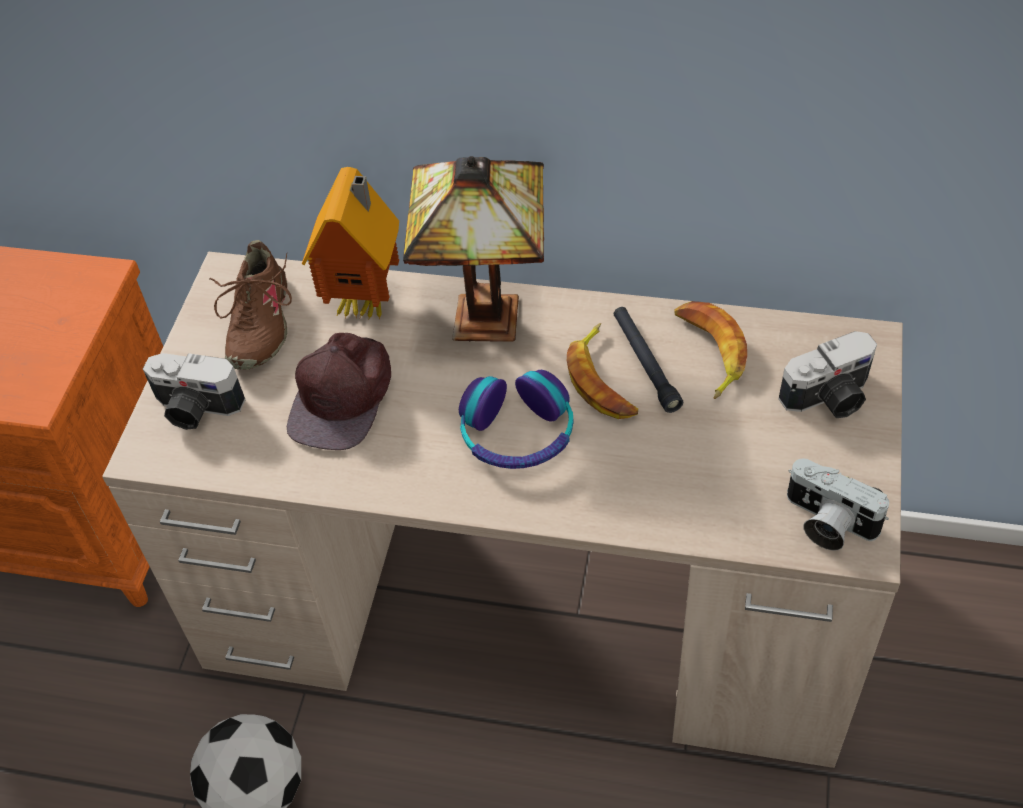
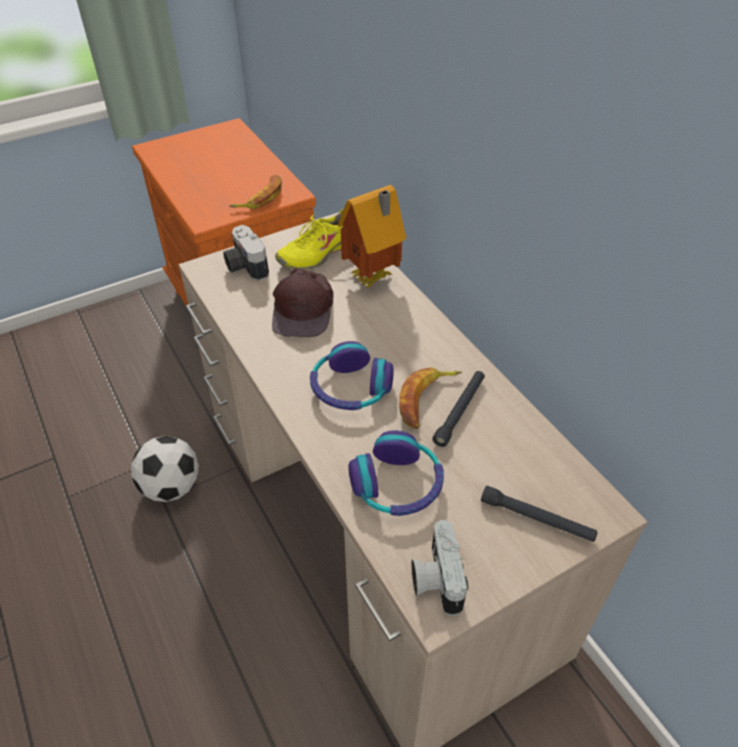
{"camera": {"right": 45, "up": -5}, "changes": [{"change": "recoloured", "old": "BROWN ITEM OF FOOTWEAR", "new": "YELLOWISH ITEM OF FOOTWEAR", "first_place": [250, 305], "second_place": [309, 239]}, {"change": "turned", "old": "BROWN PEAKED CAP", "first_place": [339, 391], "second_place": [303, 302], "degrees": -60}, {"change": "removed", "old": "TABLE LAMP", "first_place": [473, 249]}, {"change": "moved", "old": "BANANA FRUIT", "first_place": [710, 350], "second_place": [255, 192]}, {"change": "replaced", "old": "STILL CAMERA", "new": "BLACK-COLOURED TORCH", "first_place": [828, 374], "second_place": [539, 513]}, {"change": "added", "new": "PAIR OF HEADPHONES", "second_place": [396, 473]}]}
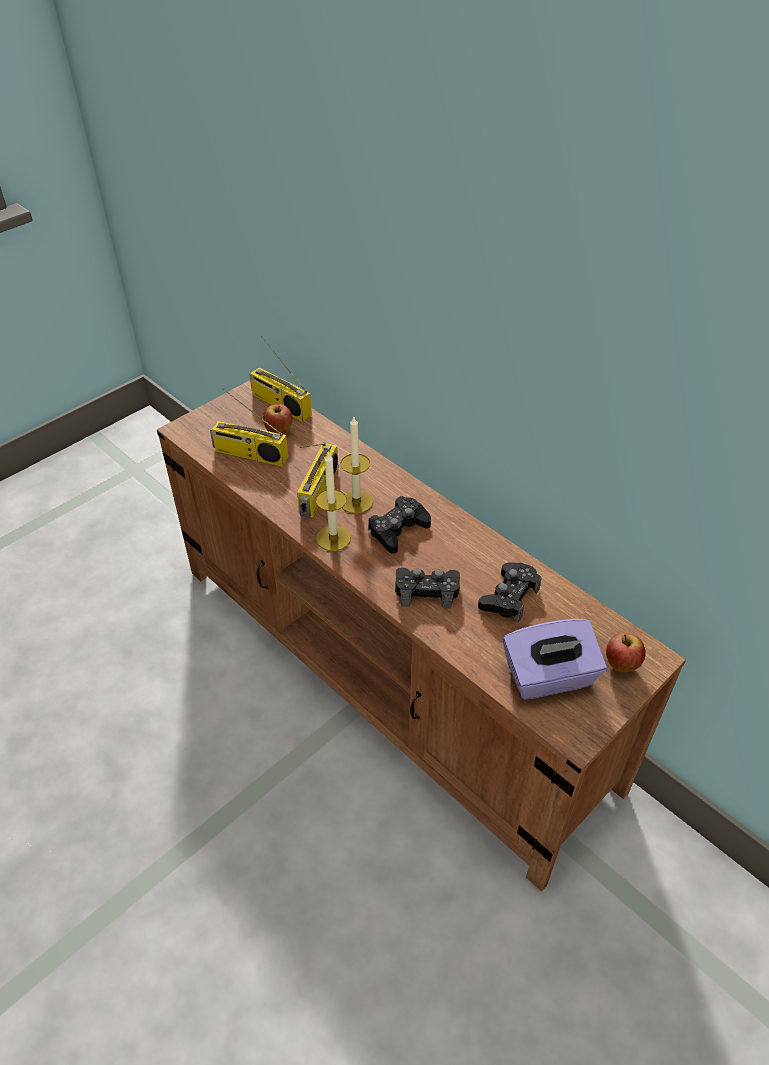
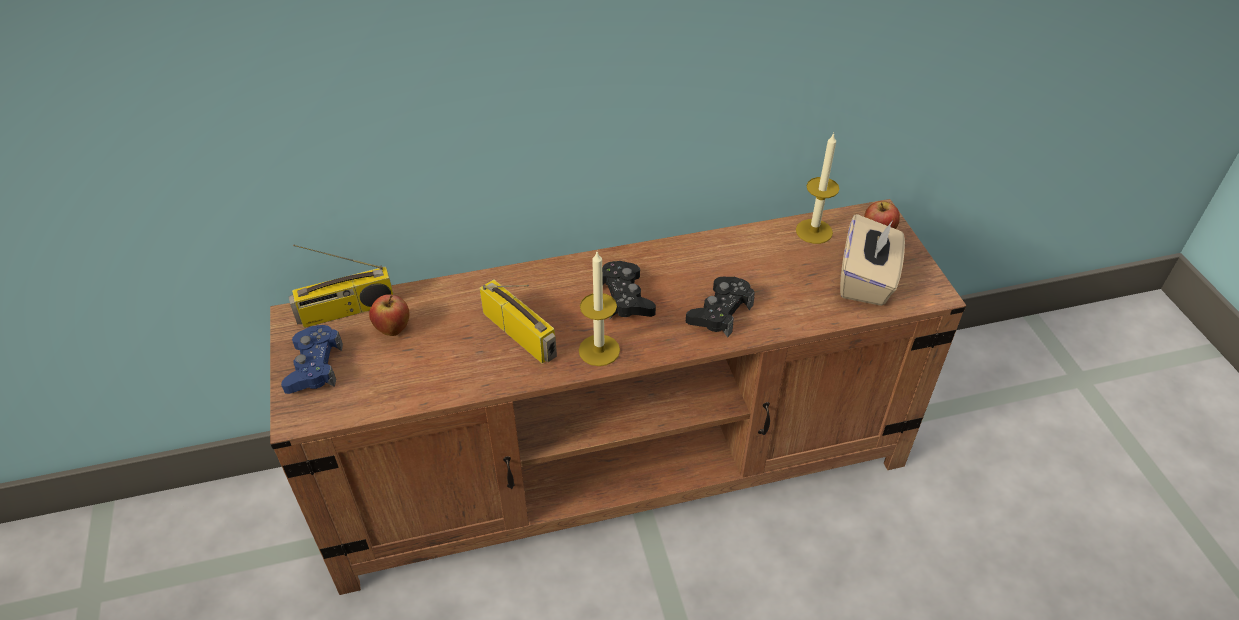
{"camera": {"right": -60, "up": 0}, "changes": [{"change": "removed", "old": "RADIO SET", "first_place": [249, 427]}, {"change": "moved", "old": "WAX LIGHT", "first_place": [356, 465], "second_place": [817, 188]}, {"change": "removed", "old": "BLACK-COLOURED JOYPAD", "first_place": [509, 592]}, {"change": "recoloured", "old": "PURPLISH BOX OF TISSUES", "new": "BEIGE BOX OF TISSUES", "first_place": [555, 659], "second_place": [872, 260]}, {"change": "added", "new": "BLUE JOYPAD", "second_place": [312, 359]}]}
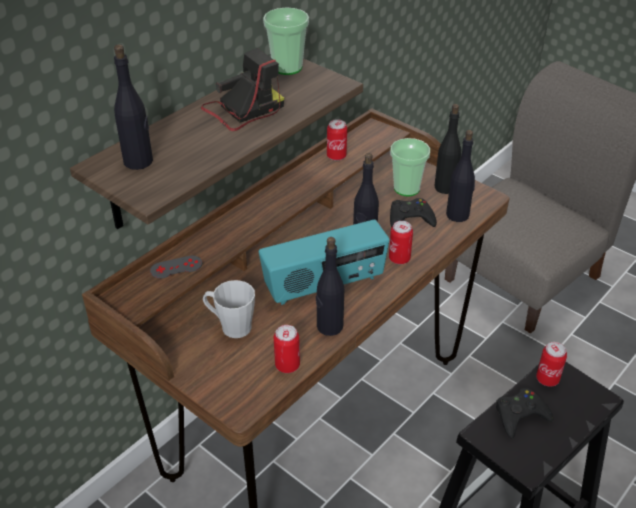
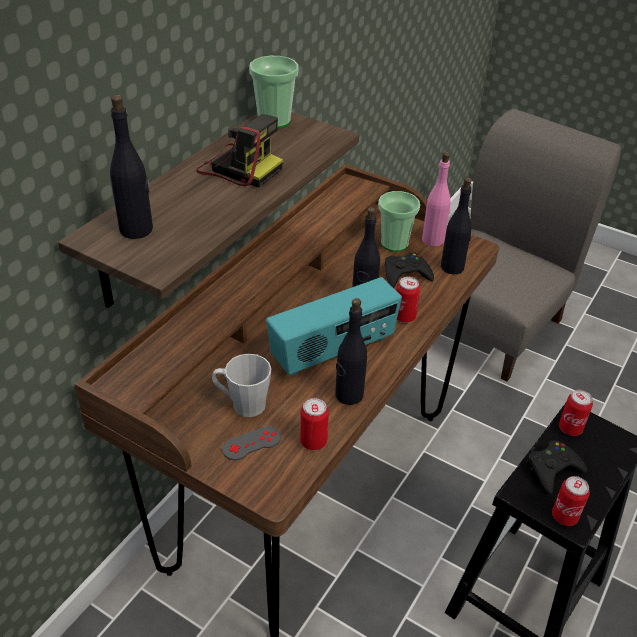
{"camera": {"right": -10, "up": 0}, "changes": [{"change": "moved", "old": "GREYISH JOYPAD", "first_place": [176, 267], "second_place": [251, 443]}, {"change": "turned", "old": "STILL CAMERA", "first_place": [242, 89], "second_place": [239, 151], "degrees": 75}, {"change": "moved", "old": "METAL CAN", "first_place": [337, 140], "second_place": [571, 501]}, {"change": "recoloured", "old": "BLACK-COLOURED DRINK BOTTLE", "new": "PINKISH DRINK BOTTLE", "first_place": [447, 149], "second_place": [436, 199]}]}
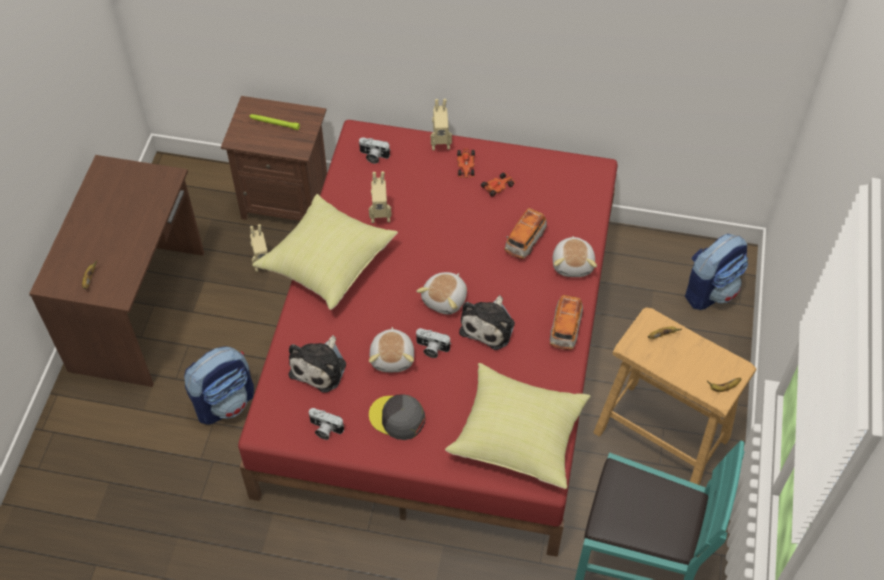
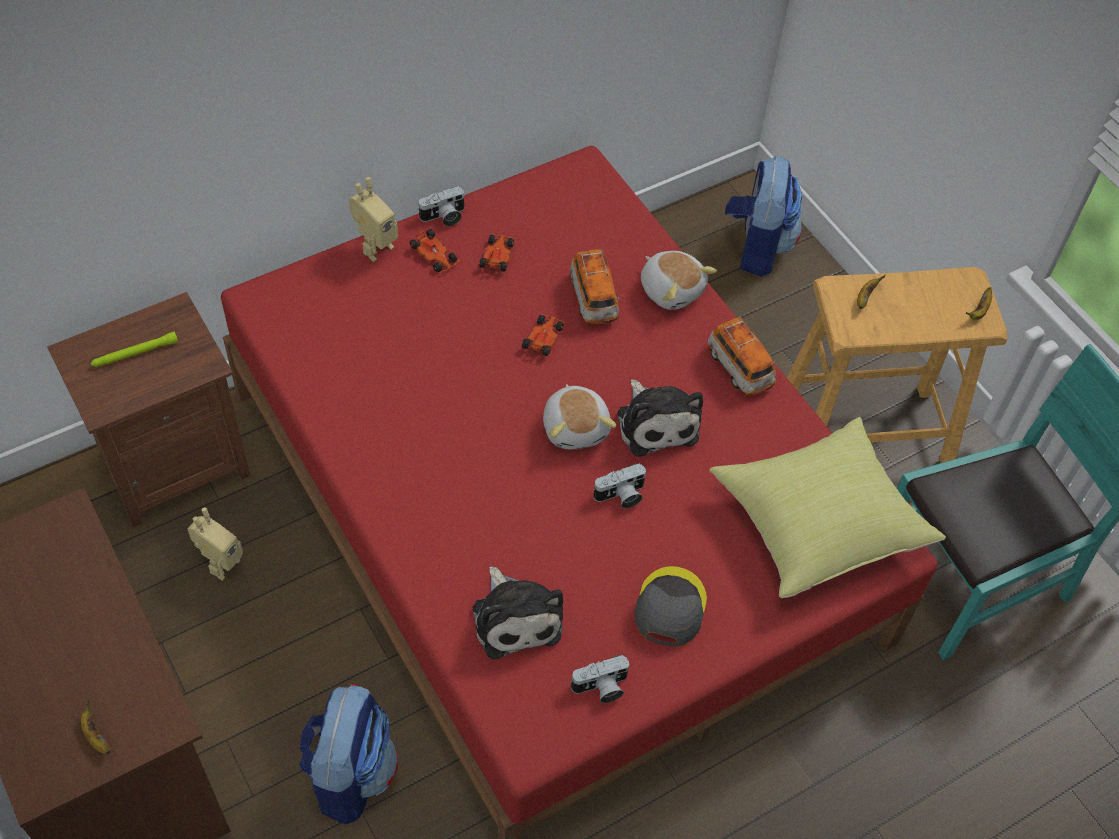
{"camera": {"right": -45, "up": 0}, "changes": [{"change": "removed", "old": "YELLOWISH CUSHION", "first_place": [325, 252]}, {"change": "moved", "old": "STILL CAMERA", "first_place": [374, 150], "second_place": [441, 206]}, {"change": "removed", "old": "TOY ROBOT", "first_place": [380, 197]}, {"change": "removed", "old": "PLUSH TOY", "first_place": [391, 349]}, {"change": "turned", "old": "GREYISH PEAKED CAP", "first_place": [397, 417], "second_place": [670, 606], "degrees": 120}, {"change": "added", "new": "MODEL CAR", "second_place": [543, 335]}]}
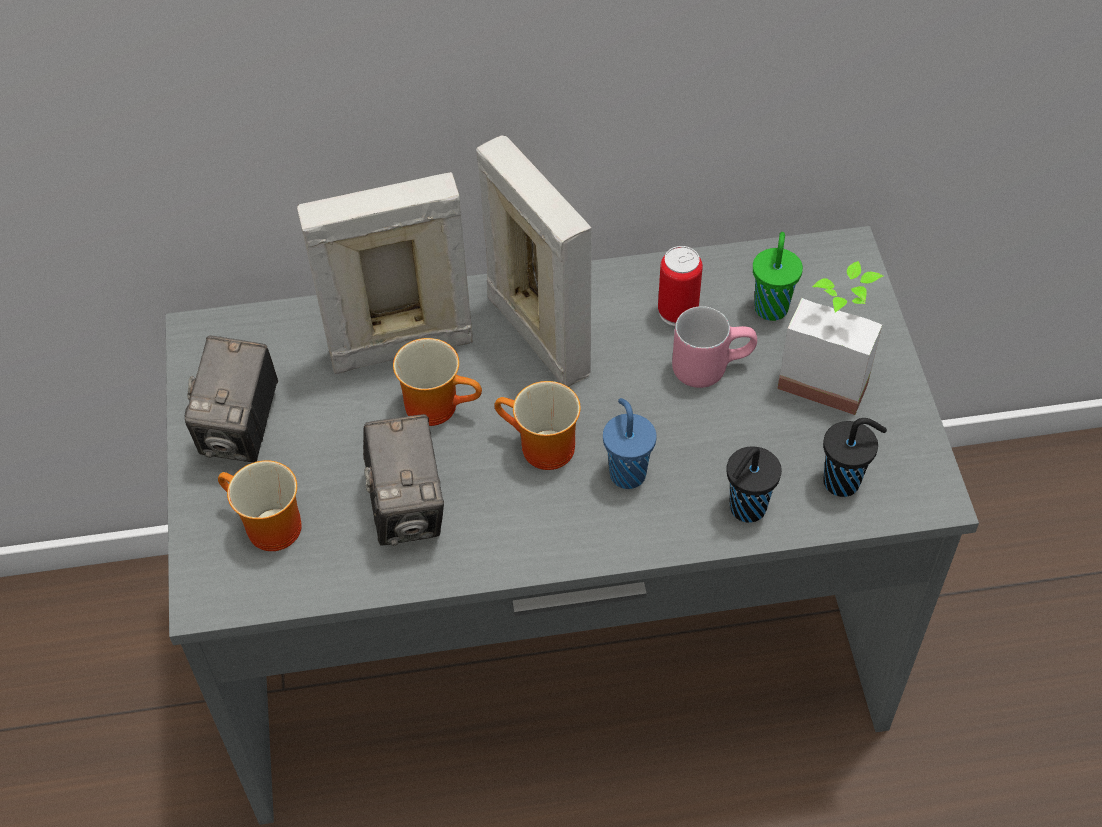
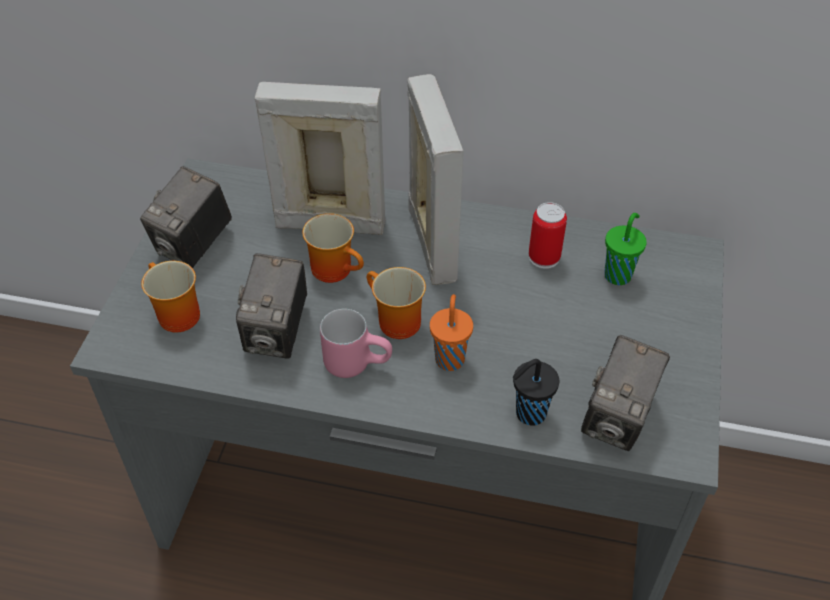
{"camera": {"right": 20, "up": -5}, "changes": [{"change": "recoloured", "old": "BLUE DRINKING CUP", "new": "ORANGE-COLOURED DRINKING CUP", "first_place": [630, 443], "second_place": [451, 332]}, {"change": "moved", "old": "PINKISH COFFEE MUG", "first_place": [714, 347], "second_place": [356, 343]}, {"change": "removed", "old": "HOUSEPLANT", "first_place": [830, 338]}, {"change": "replaced", "old": "BLACK-COLOURED DRINKING CUP", "new": "STILL CAMERA", "first_place": [855, 457], "second_place": [625, 393]}]}
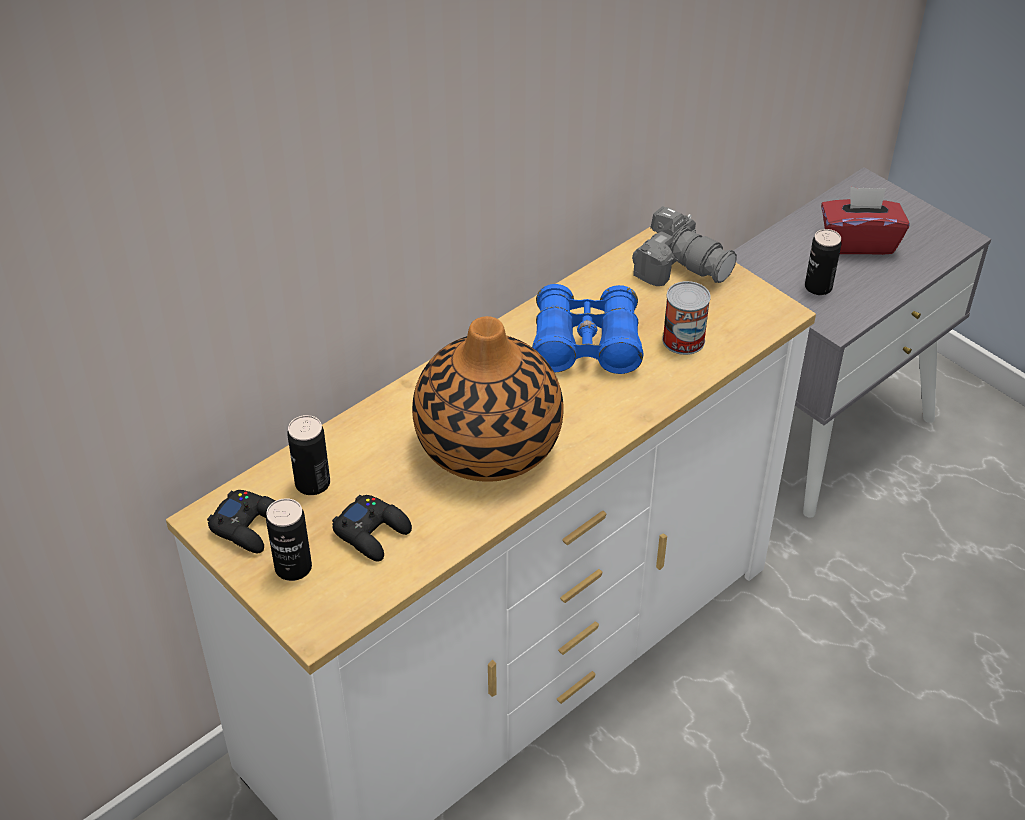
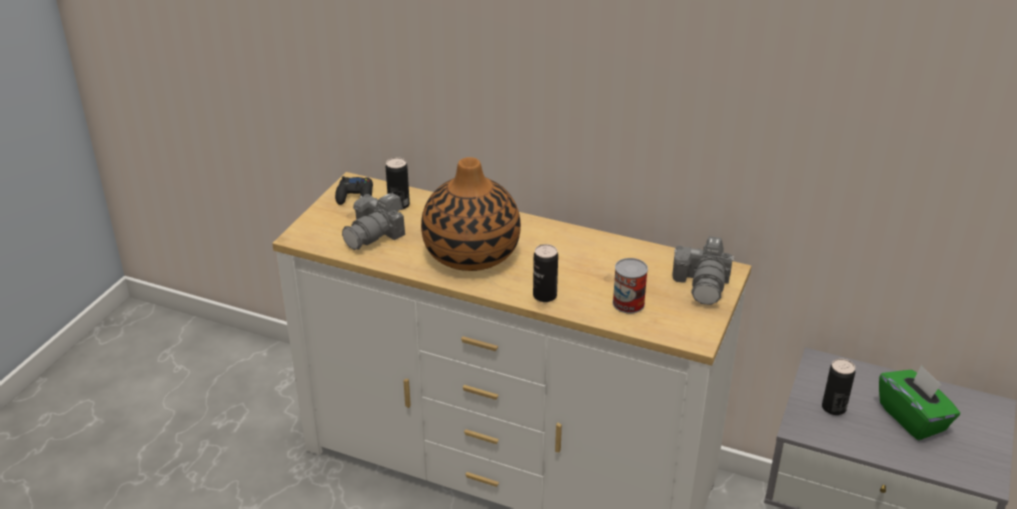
{"camera": {"right": 65, "up": -10}, "changes": [{"change": "moved", "old": "METAL CAN", "first_place": [289, 539], "second_place": [545, 273]}, {"change": "replaced", "old": "BLACK-COLOURED JOYPAD", "new": "STILL CAMERA", "first_place": [372, 528], "second_place": [373, 221]}, {"change": "removed", "old": "BLUE PAIR OF BINOCULARS", "first_place": [587, 329]}, {"change": "recoloured", "old": "RED-COLOURED BOX OF TISSUES", "new": "GREEN BOX OF TISSUES", "first_place": [865, 220], "second_place": [919, 402]}]}
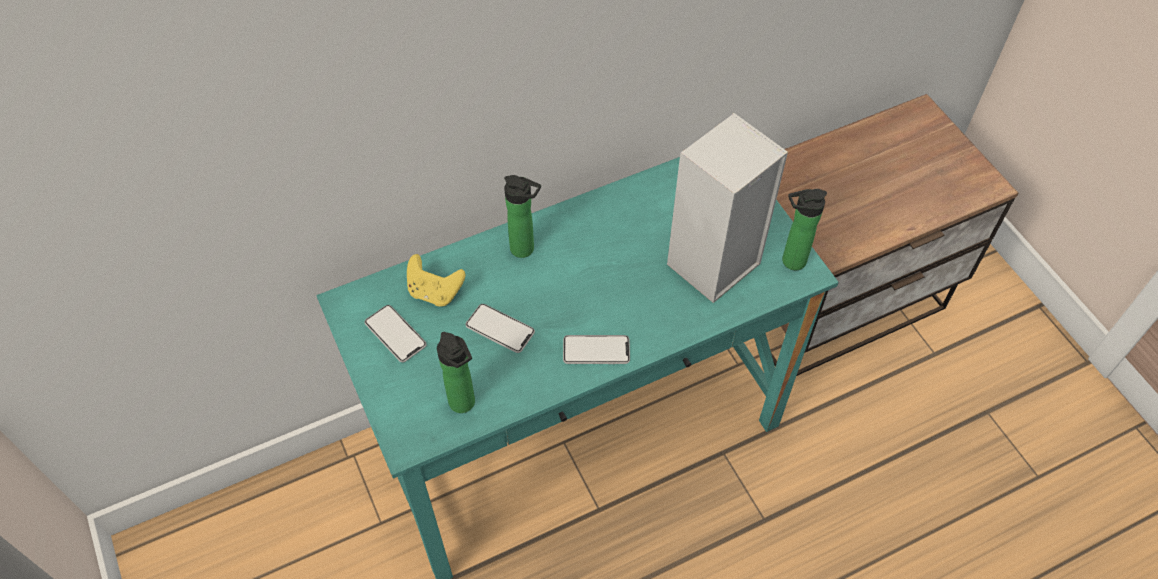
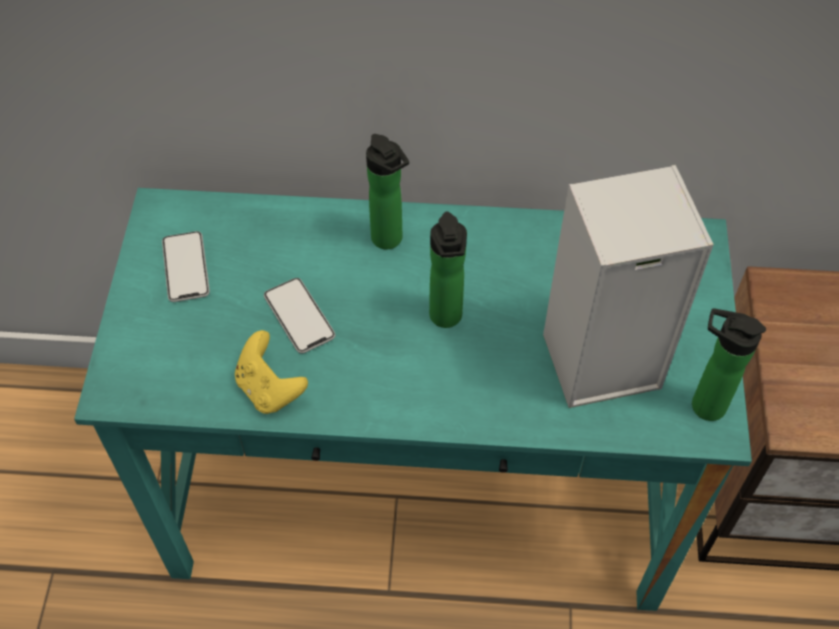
{"camera": {"right": 30, "up": 0}, "changes": [{"change": "moved", "old": "YELLOWISH JOYPAD", "first_place": [436, 280], "second_place": [271, 372]}, {"change": "moved", "old": "DRINK BOTTLE", "first_place": [456, 372], "second_place": [448, 270]}, {"change": "removed", "old": "HANDSET", "first_place": [596, 349]}]}
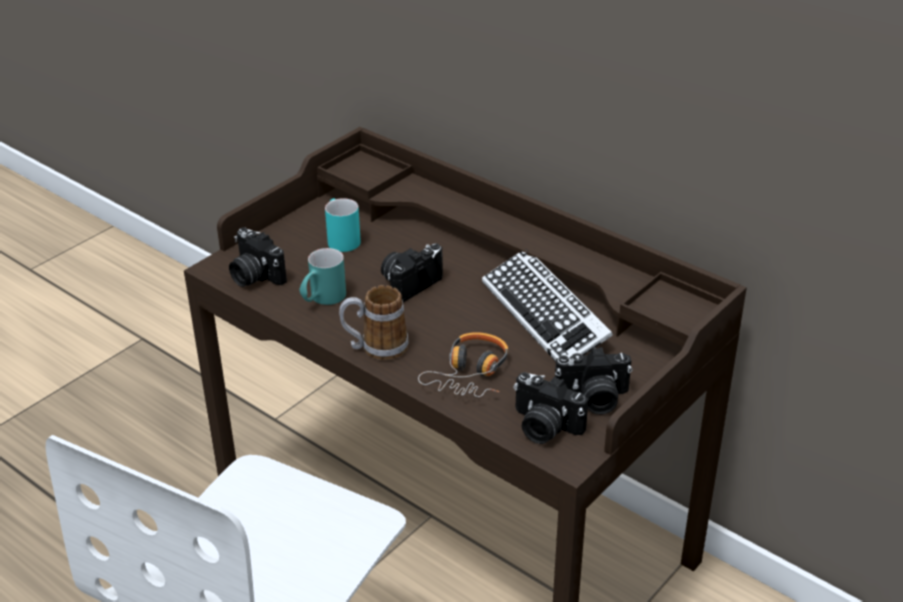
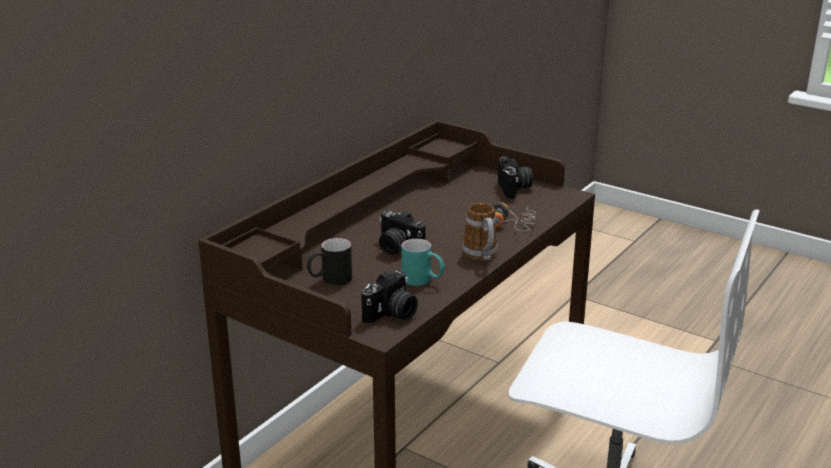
{"camera": {"right": -95, "up": -10}, "changes": [{"change": "recoloured", "old": "BLUE-GREEN COFFEE MUG", "new": "BLACK-COLOURED COFFEE MUG", "first_place": [343, 225], "second_place": [329, 261]}, {"change": "removed", "old": "PC KEYBOARD", "first_place": [547, 305]}, {"change": "removed", "old": "STILL CAMERA", "first_place": [551, 408]}]}
